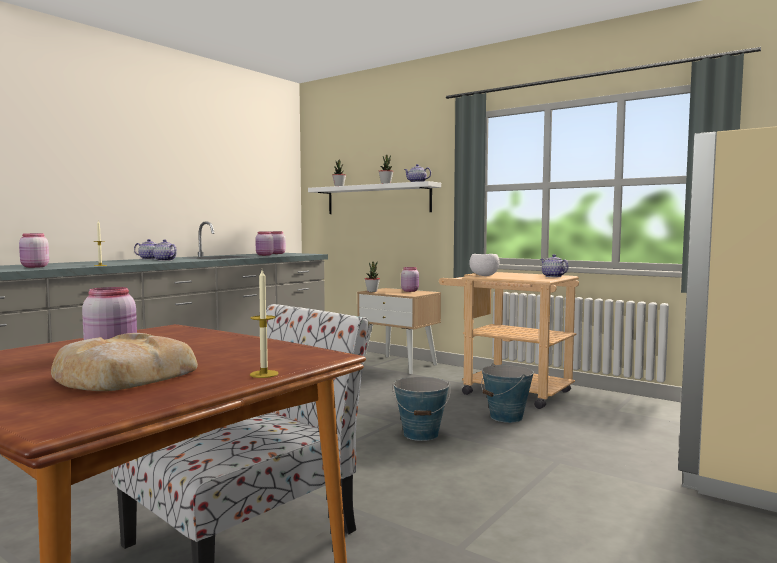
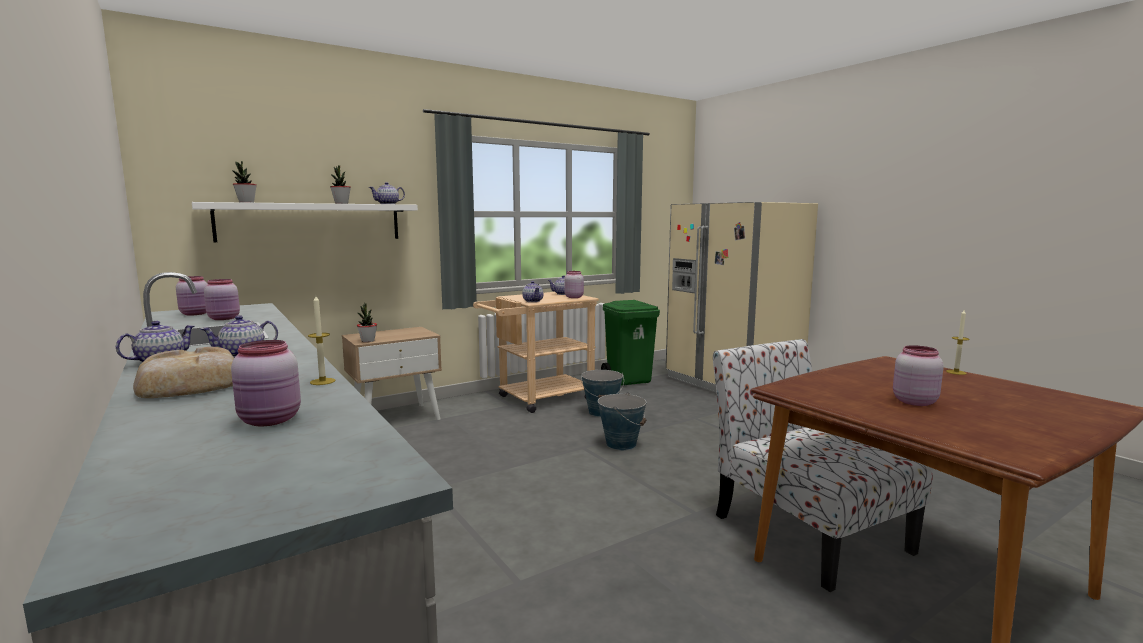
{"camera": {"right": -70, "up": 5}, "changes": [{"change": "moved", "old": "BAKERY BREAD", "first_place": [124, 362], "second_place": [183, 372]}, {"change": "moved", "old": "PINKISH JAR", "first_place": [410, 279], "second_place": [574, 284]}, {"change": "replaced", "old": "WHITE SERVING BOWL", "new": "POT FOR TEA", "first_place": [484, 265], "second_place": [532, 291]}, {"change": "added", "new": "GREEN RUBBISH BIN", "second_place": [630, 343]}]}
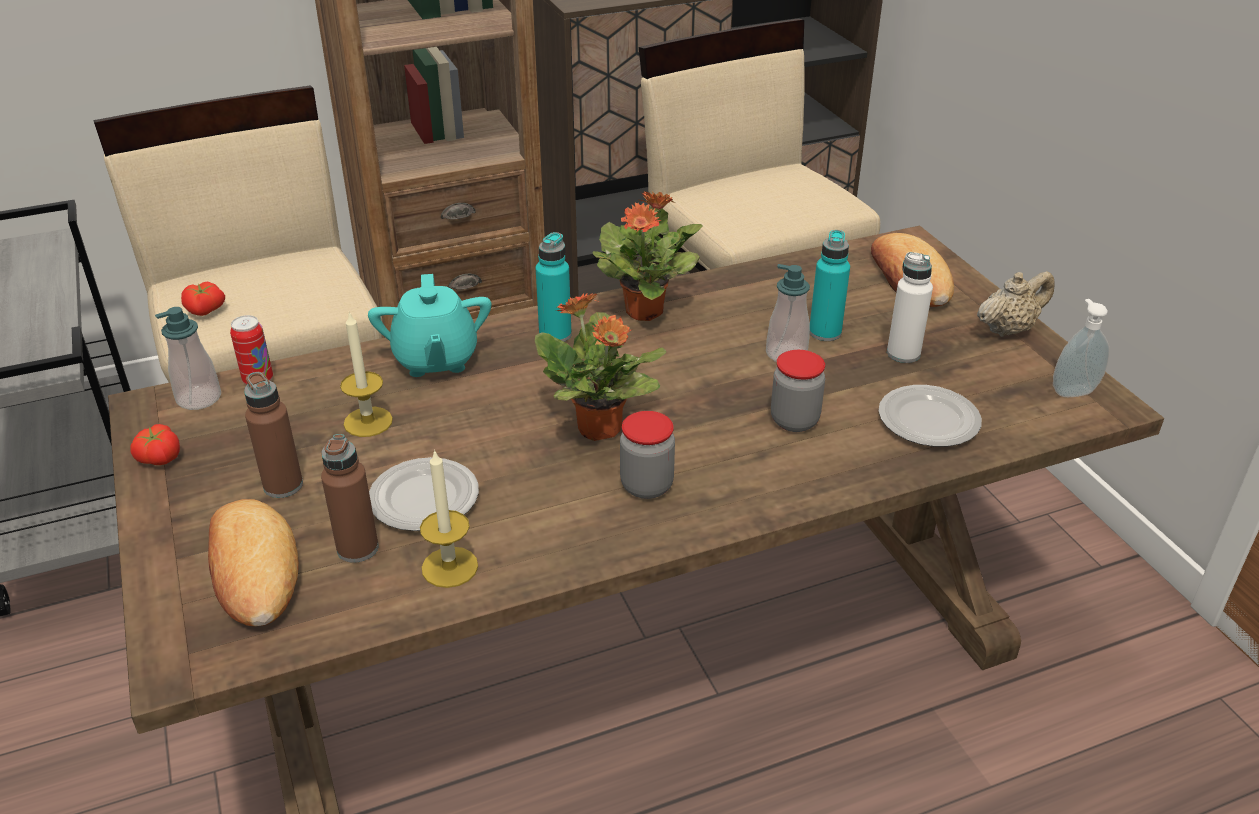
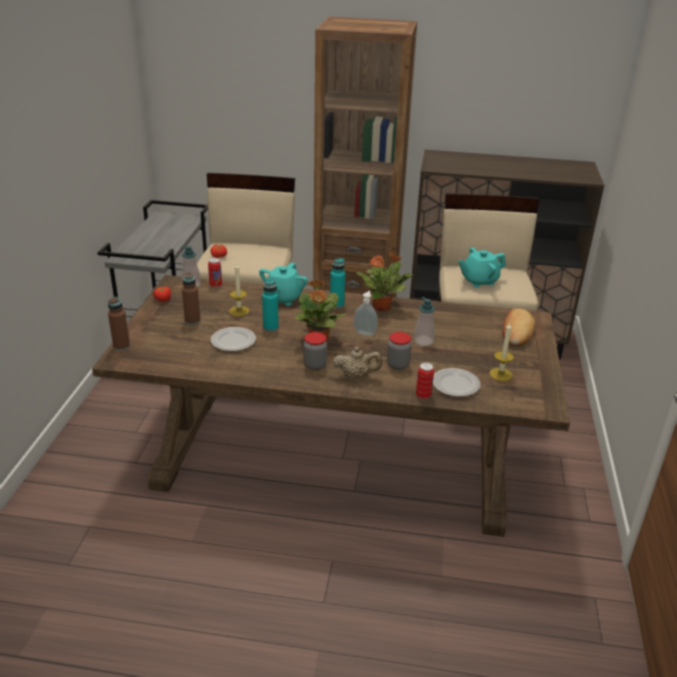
{"camera": {"right": 30, "up": -5}, "changes": [{"change": "removed", "old": "BAKERY BREAD", "first_place": [253, 562]}, {"change": "moved", "old": "BROWN DRINK BOTTLE", "first_place": [350, 498], "second_place": [119, 324]}, {"change": "moved", "old": "WAX LIGHT", "first_place": [449, 518], "second_place": [501, 352]}, {"change": "moved", "old": "BLUE-GREEN DRINK BOTTLE", "first_place": [830, 285], "second_place": [270, 305]}, {"change": "removed", "old": "WHITE DRINK BOTTLE", "first_place": [910, 307]}, {"change": "moved", "old": "BEIGE POT FOR TEA", "first_place": [1016, 304], "second_place": [357, 363]}, {"change": "moved", "old": "SOAP BOTTLE", "first_place": [1081, 348], "second_place": [365, 313]}, {"change": "added", "new": "METAL CAN", "second_place": [425, 380]}, {"change": "added", "new": "BLUE-GREEN POT FOR TEA", "second_place": [482, 267]}]}
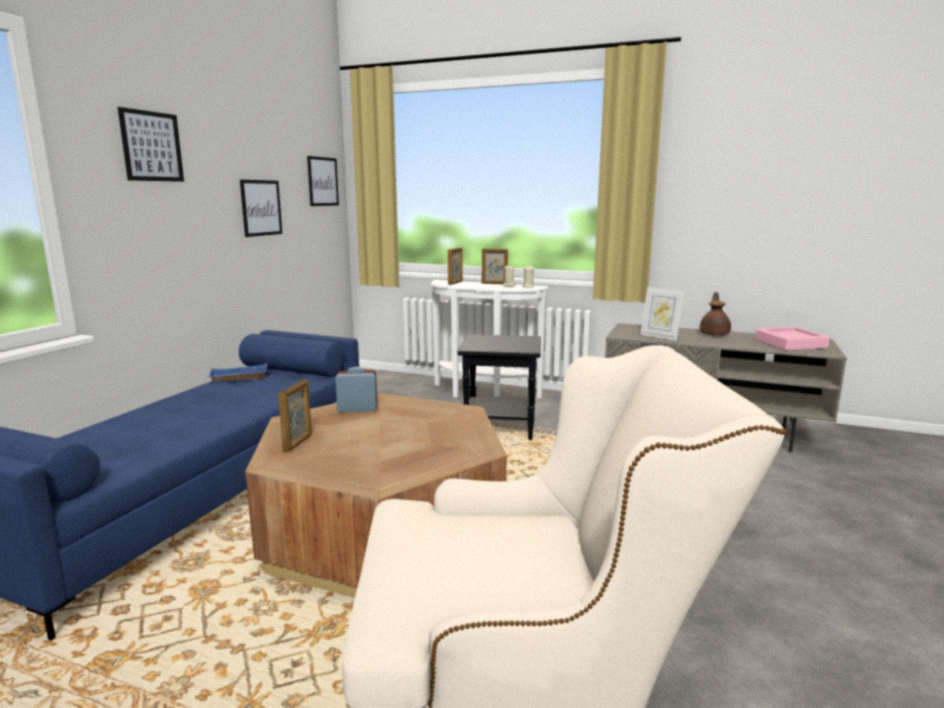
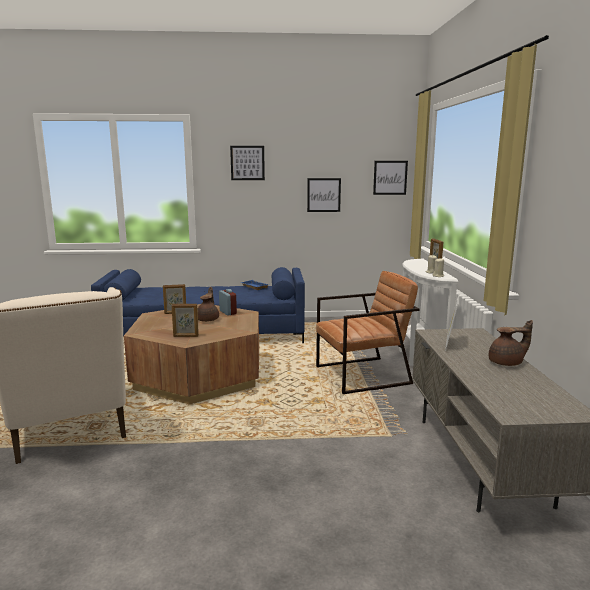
{"camera": {"right": 65, "up": 0}, "changes": [{"change": "moved", "old": "STANDING FRAME", "first_place": [455, 266], "second_place": [185, 320]}, {"change": "replaced", "old": "BLACK-COLOURED ACCENT TABLE", "new": "BROWN EASY CHAIR", "first_place": [499, 387], "second_place": [367, 332]}, {"change": "removed", "old": "PINKISH TRAY", "first_place": [792, 339]}, {"change": "added", "new": "BROWN POT FOR TEA", "second_place": [208, 304]}]}
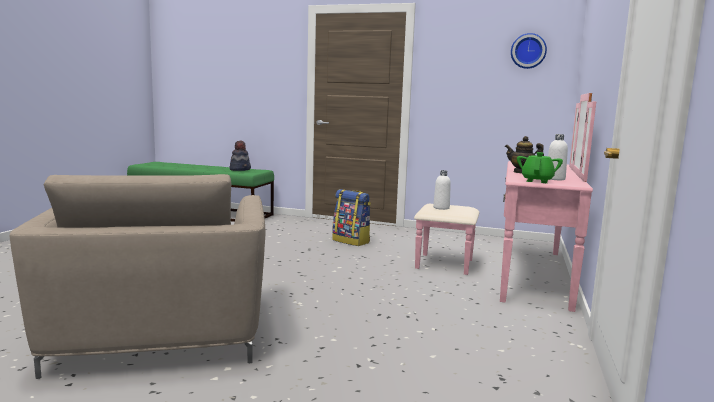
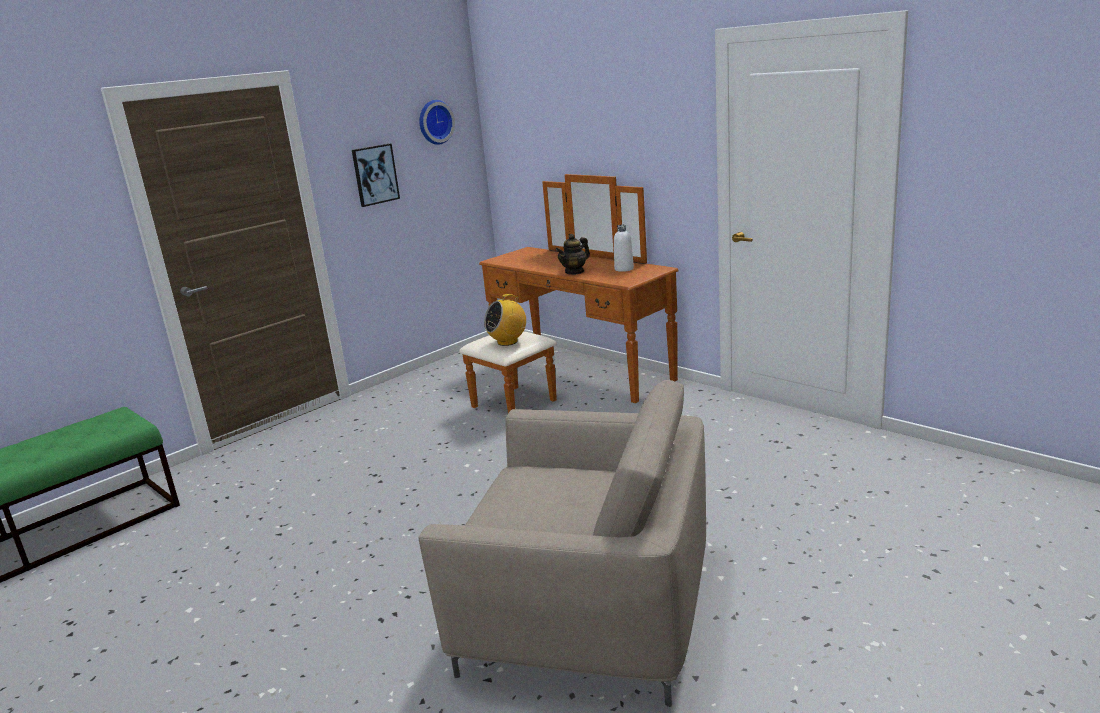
{"camera": {"right": -60, "up": 10}, "changes": [{"change": "removed", "old": "WEARABLE HAT", "first_place": [240, 156]}, {"change": "removed", "old": "KNAPSACK", "first_place": [351, 217]}, {"change": "recoloured", "old": "PINKISH DRESSER", "new": "BROWN DRESSER", "first_place": [505, 202], "second_place": [569, 293]}, {"change": "replaced", "old": "WHITE DRINK BOTTLE", "new": "RADIO SET", "first_place": [442, 190], "second_place": [505, 320]}, {"change": "removed", "old": "GREEN POT FOR TEA", "first_place": [540, 167]}, {"change": "added", "new": "WALL PICTURE", "second_place": [376, 175]}]}
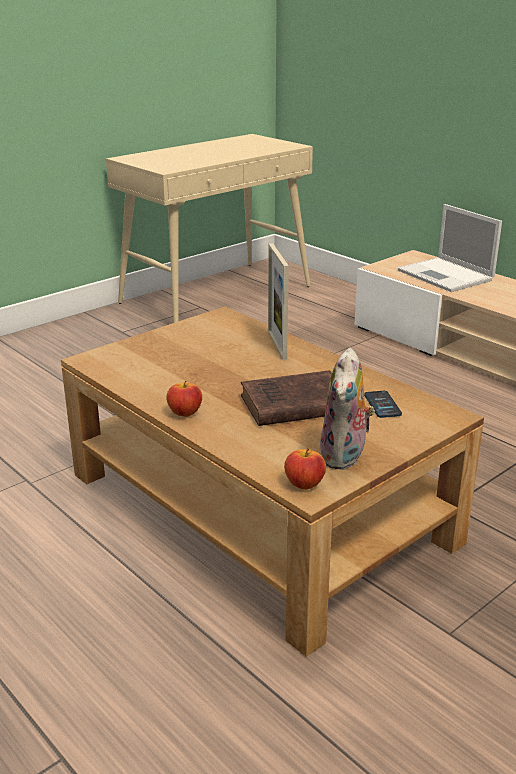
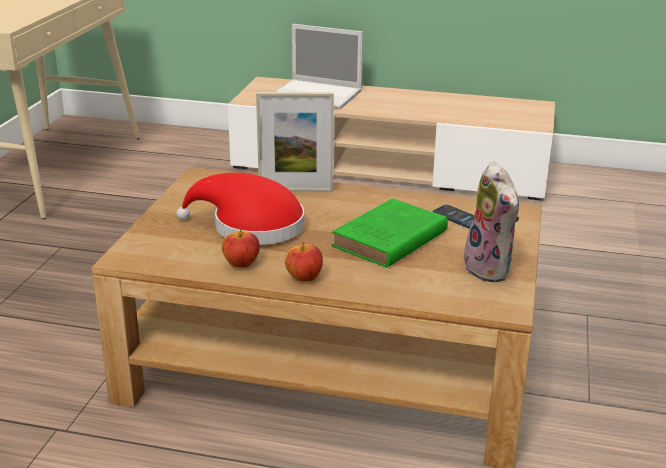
{"camera": {"right": -35, "up": 0}, "changes": [{"change": "recoloured", "old": "BROWN BOOK", "new": "GREEN BOOK", "first_place": [286, 398], "second_place": [389, 233]}, {"change": "turned", "old": "STANDING FRAME", "first_place": [278, 301], "second_place": [295, 142], "degrees": -45}, {"change": "moved", "old": "WHOLE APPLE", "first_place": [305, 469], "second_place": [241, 248]}, {"change": "added", "new": "RED-COLOURED WEARABLE HAT", "second_place": [241, 209]}]}
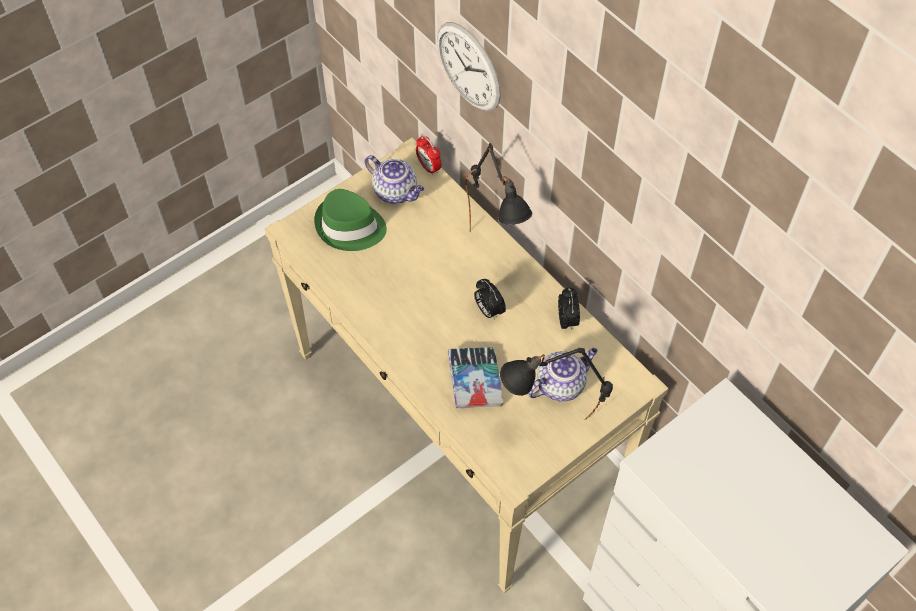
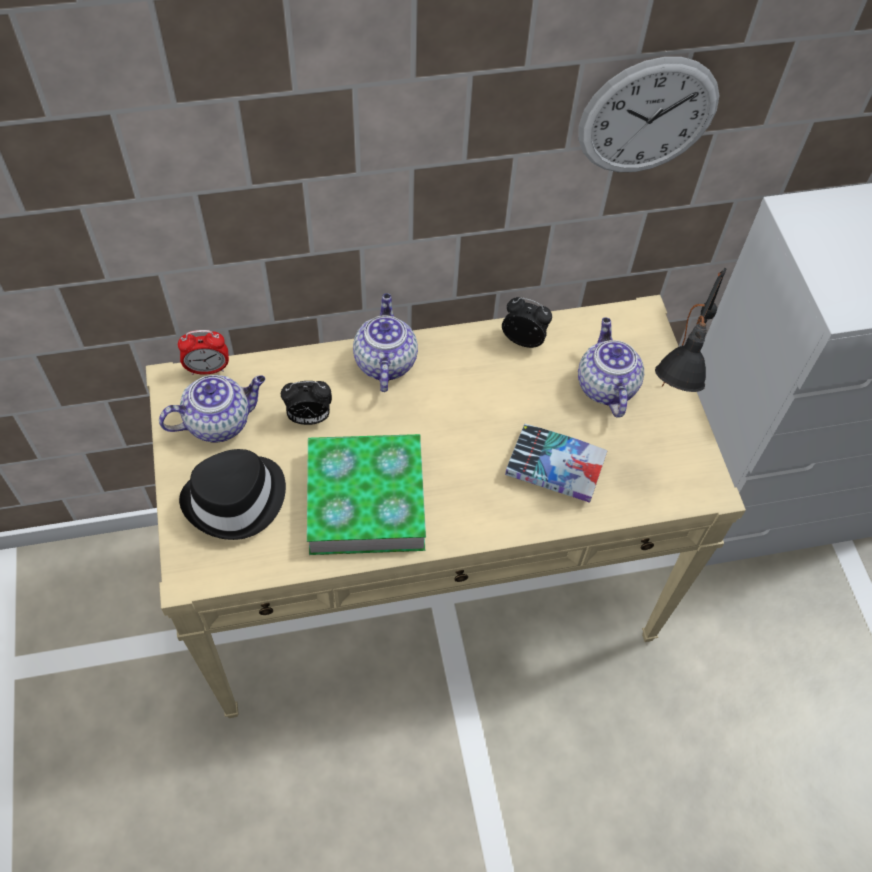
{"camera": {"right": -65, "up": 0}, "changes": [{"change": "recoloured", "old": "GREEN WEARABLE HAT", "new": "BLACK-COLOURED WEARABLE HAT", "first_place": [350, 220], "second_place": [232, 494]}, {"change": "moved", "old": "WALL CLOCK", "first_place": [469, 67], "second_place": [648, 114]}, {"change": "replaced", "old": "BLACK-COLOURED TABLE LAMP", "new": "POT FOR TEA", "first_place": [498, 187], "second_place": [385, 342]}, {"change": "moved", "old": "TABLE CLOCK", "first_place": [490, 299], "second_place": [306, 403]}, {"change": "added", "new": "BOOK", "second_place": [366, 494]}]}
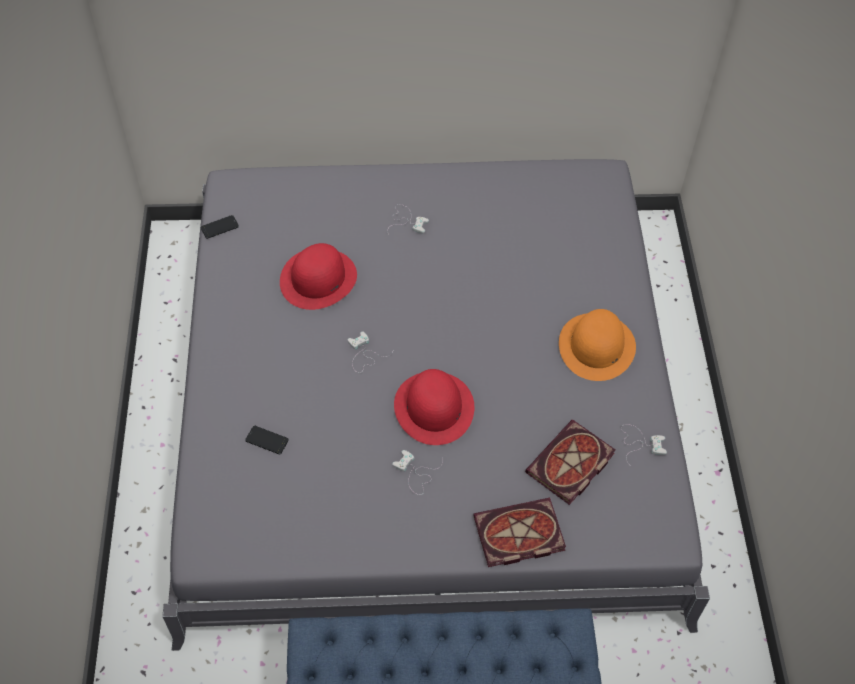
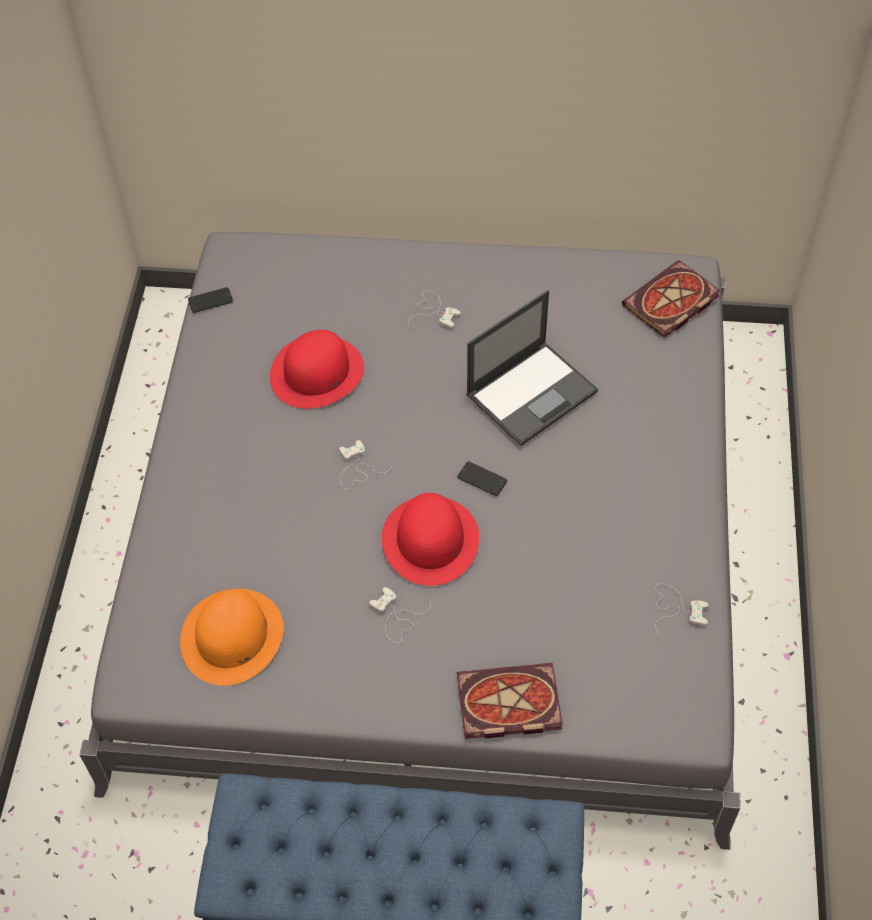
{"camera": {"right": 10, "up": 0}, "changes": [{"change": "moved", "old": "HANDSET", "first_place": [267, 440], "second_place": [482, 478]}, {"change": "moved", "old": "BOOK", "first_place": [570, 462], "second_place": [671, 299]}, {"change": "moved", "old": "ORANGE-COLOURED WEARABLE HAT", "first_place": [597, 345], "second_place": [232, 637]}, {"change": "added", "new": "LAPTOP", "second_place": [532, 368]}]}
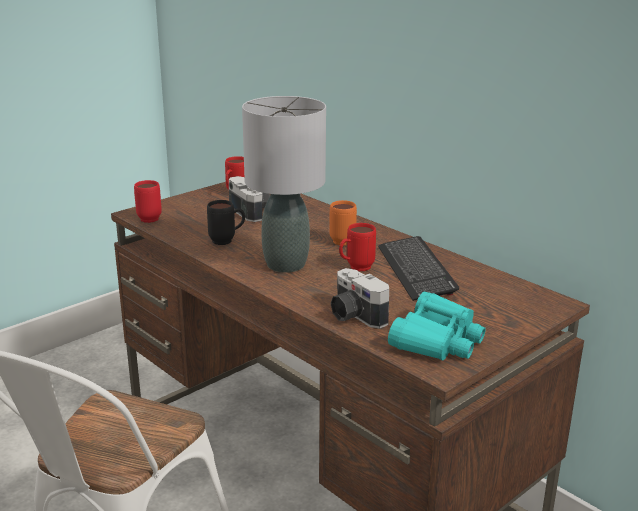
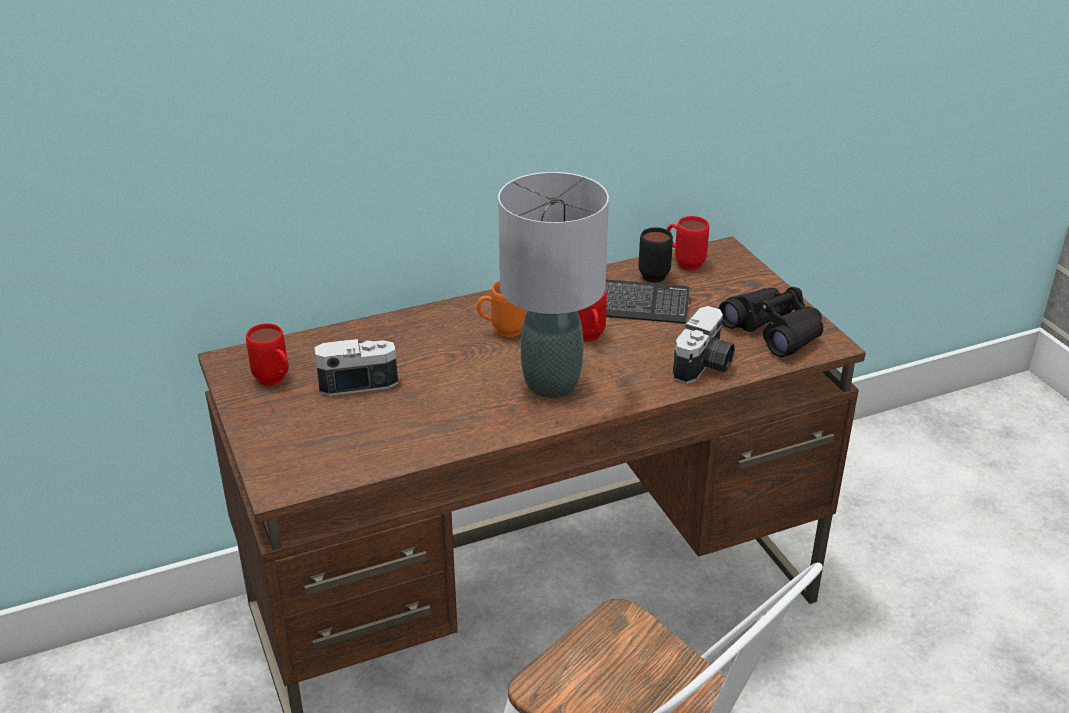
{"camera": {"right": -70, "up": 10}, "changes": [{"change": "moved", "old": "RED-COLOURED COFFEE MUG", "first_place": [148, 201], "second_place": [688, 243]}, {"change": "moved", "old": "BLACK-COLOURED COFFEE MUG", "first_place": [226, 222], "second_place": [656, 255]}, {"change": "turned", "old": "STILL CAMERA", "first_place": [359, 298], "second_place": [704, 345], "degrees": -45}, {"change": "recoloured", "old": "BLUE-GREEN PAIR OF BINOCULARS", "new": "BLACK-COLOURED PAIR OF BINOCULARS", "first_place": [437, 326], "second_place": [770, 322]}]}
